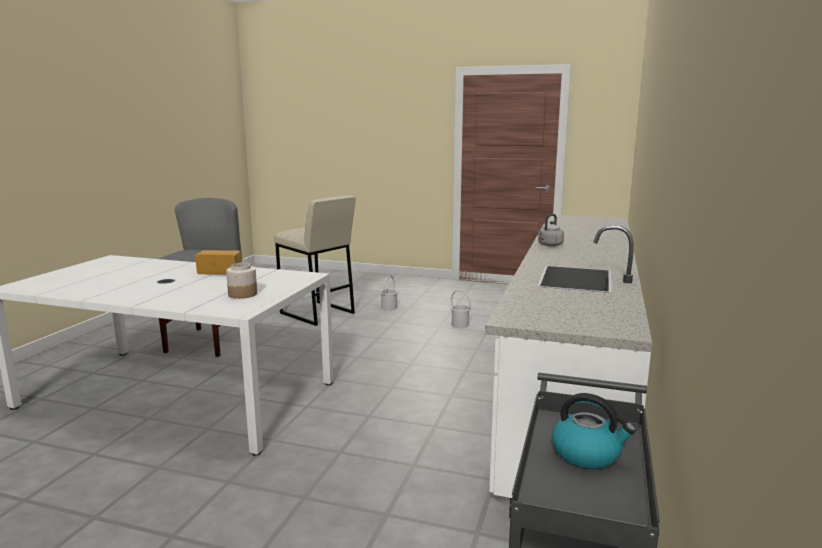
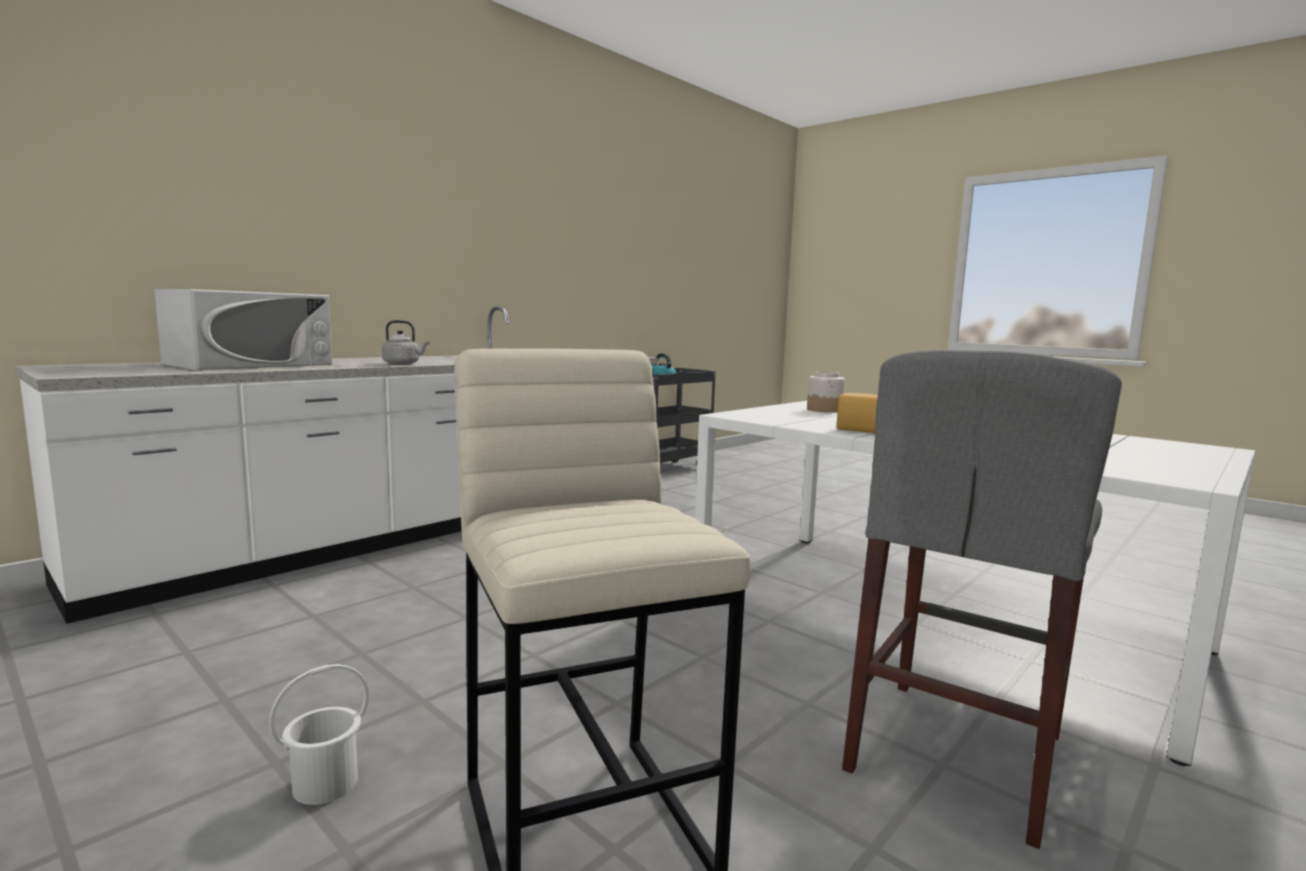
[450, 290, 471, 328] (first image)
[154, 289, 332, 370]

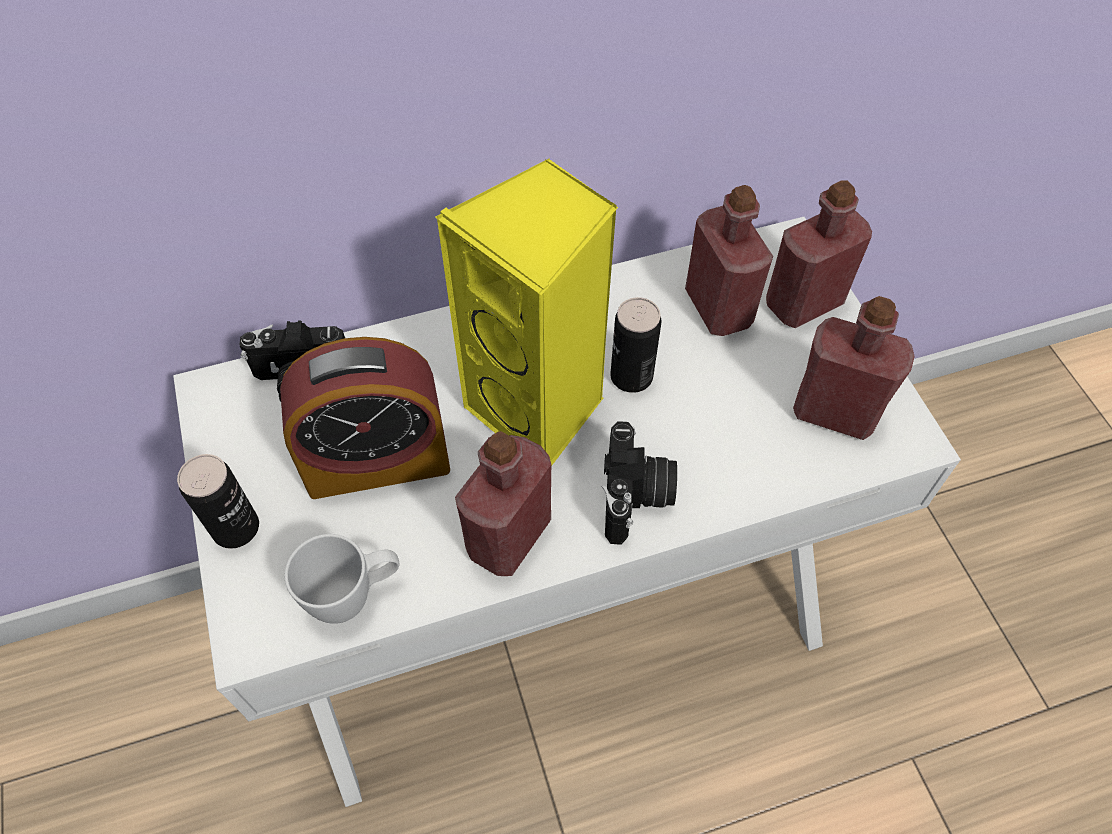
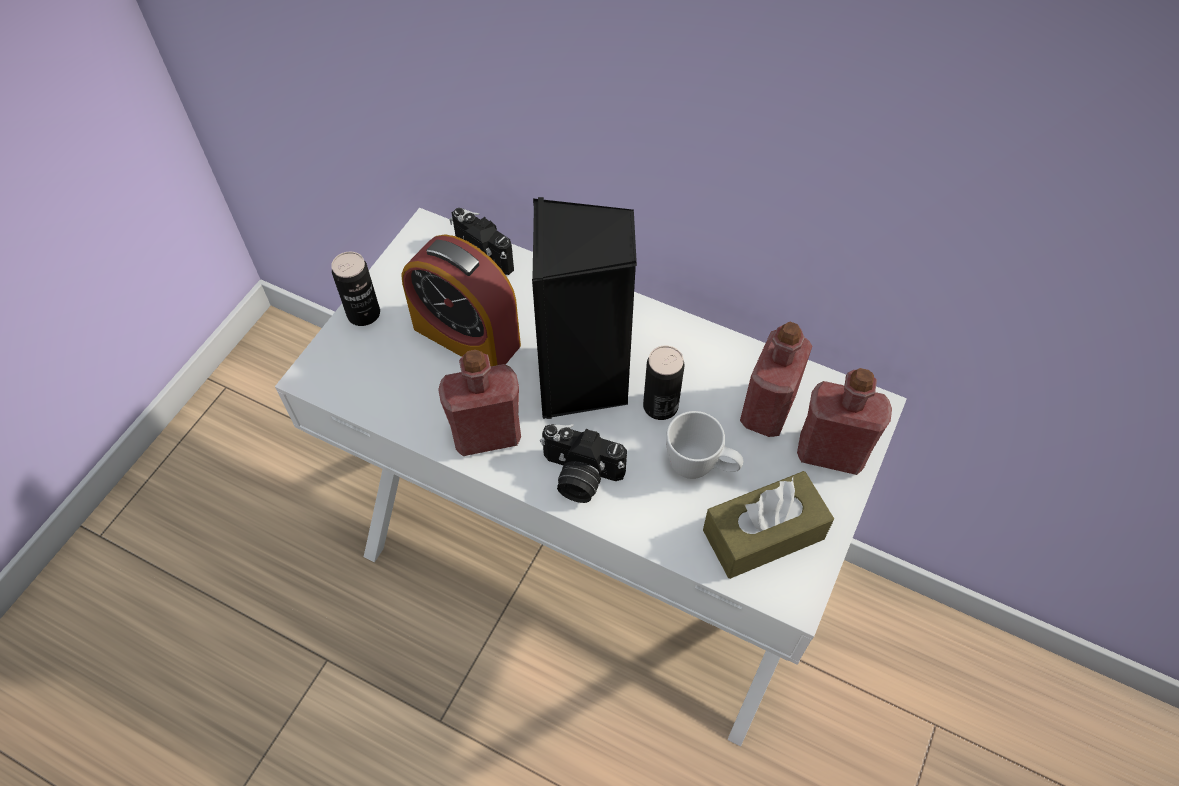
[666, 411, 743, 479]
[703, 471, 834, 579]
[532, 197, 637, 419]
[540, 424, 627, 503]

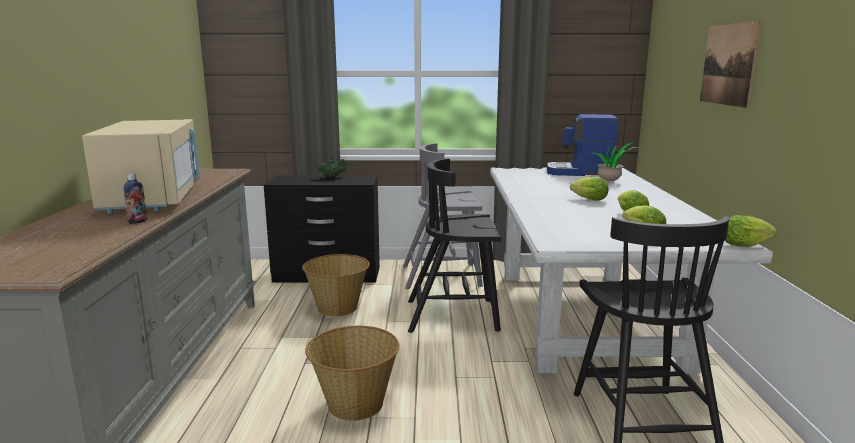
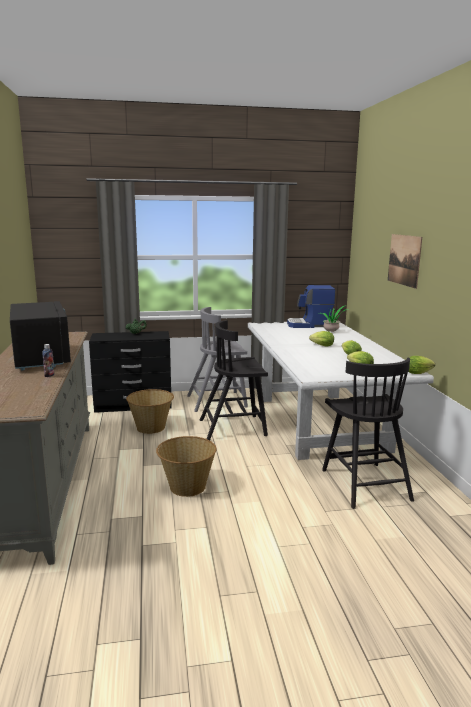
[10, 301, 71, 370]

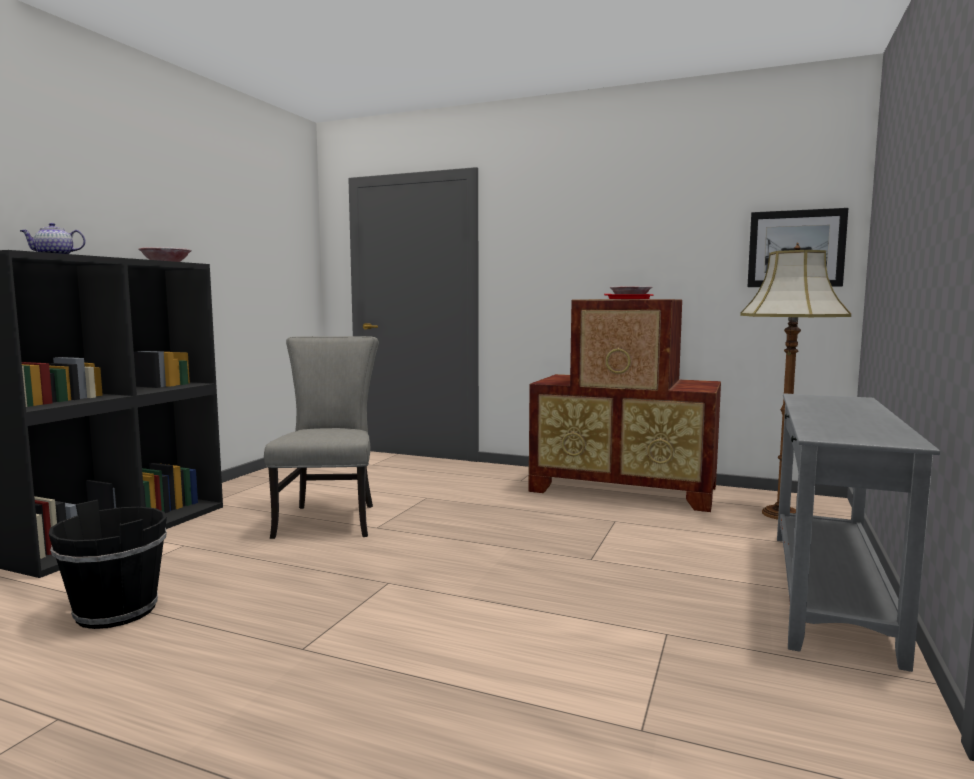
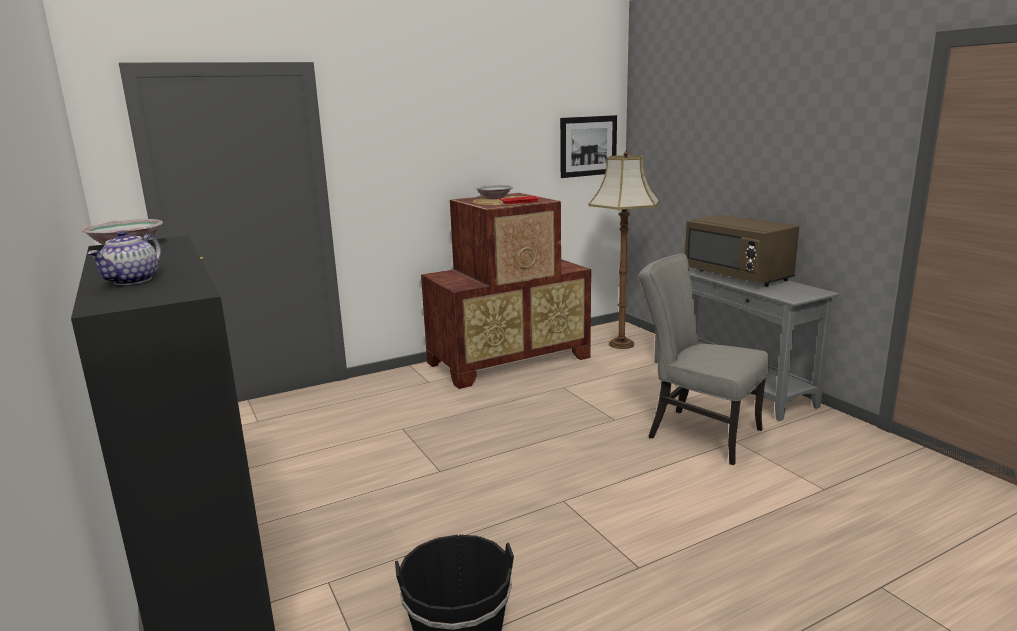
[685, 214, 799, 286]
[638, 254, 769, 465]

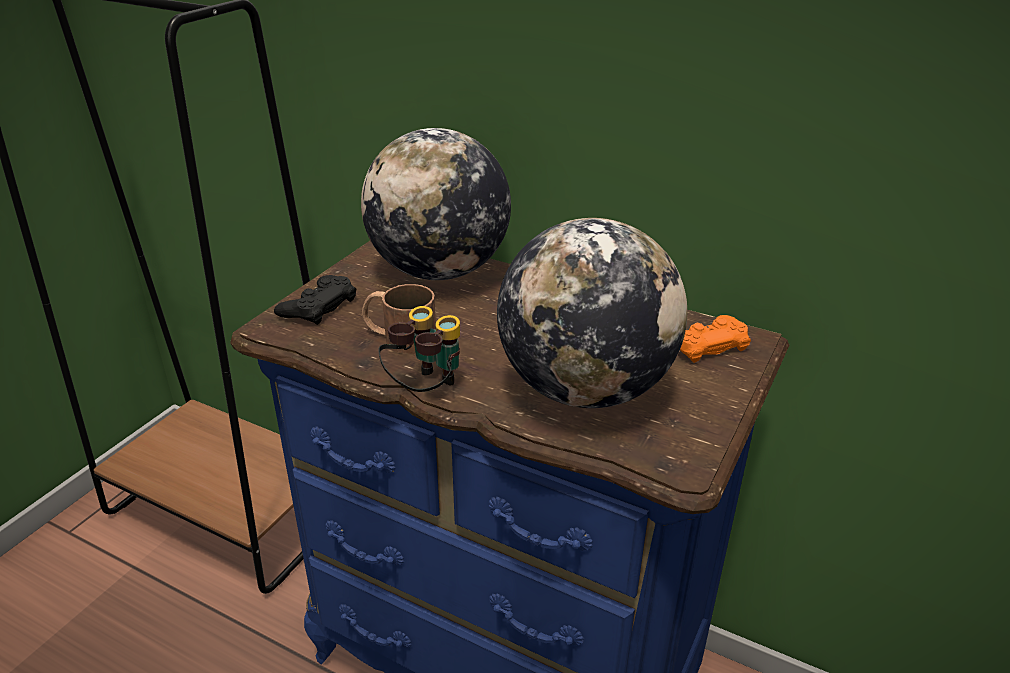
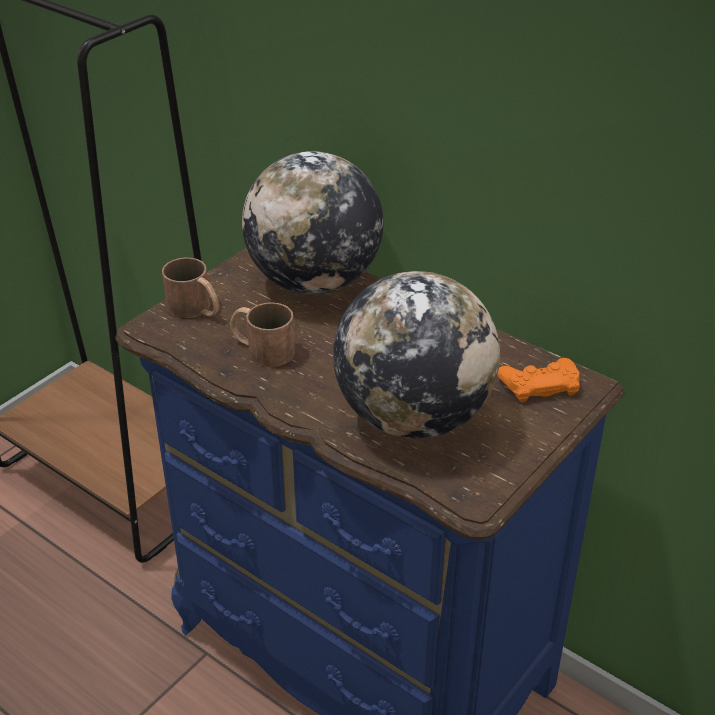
[378, 306, 460, 392] (first image)
[162, 258, 219, 318]

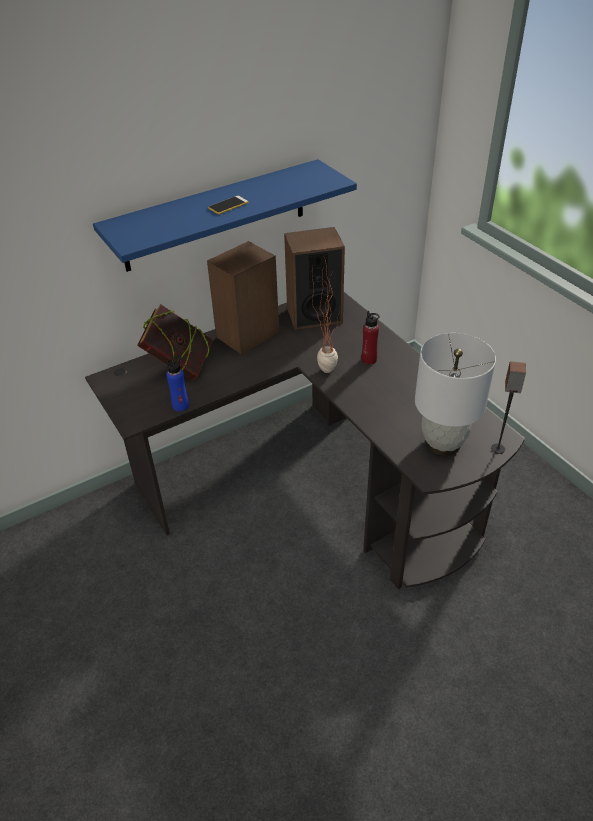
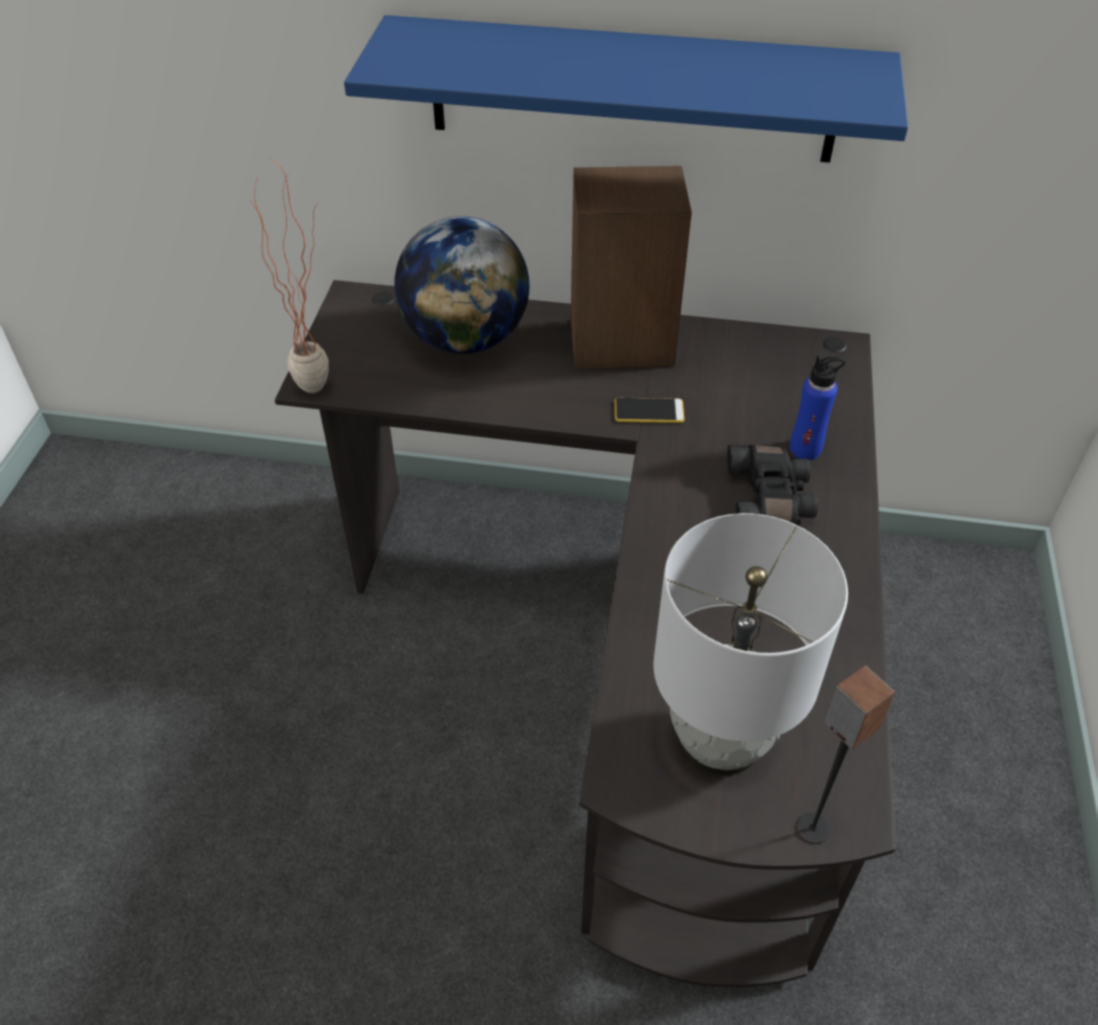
[284, 227, 345, 330] (first image)
[790, 355, 845, 460]
[615, 398, 684, 423]
[250, 157, 329, 393]
[394, 216, 529, 354]
[726, 445, 818, 524]

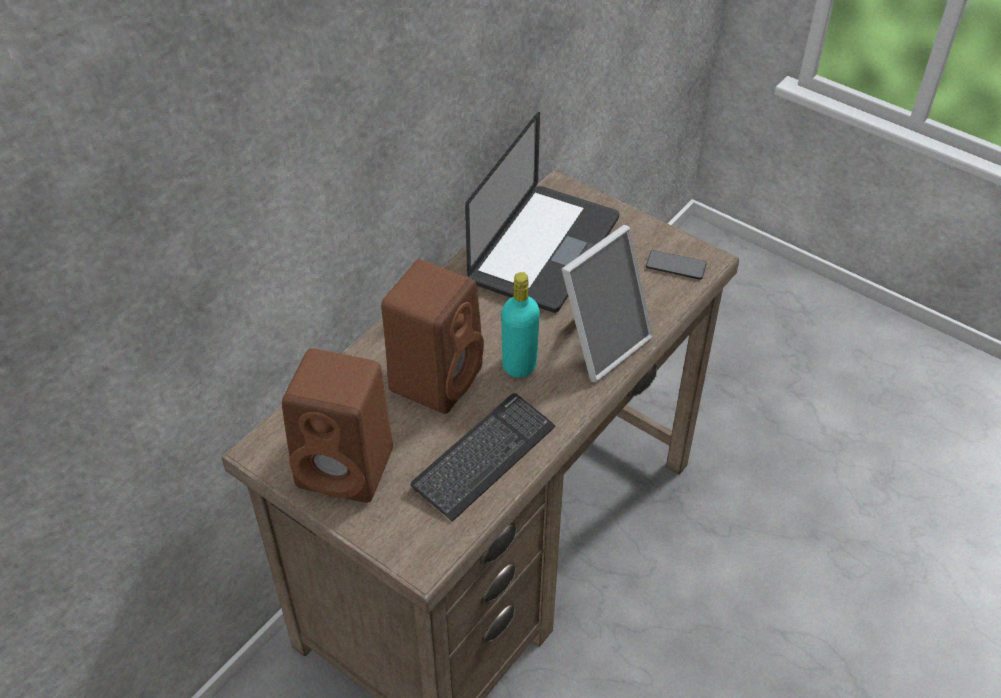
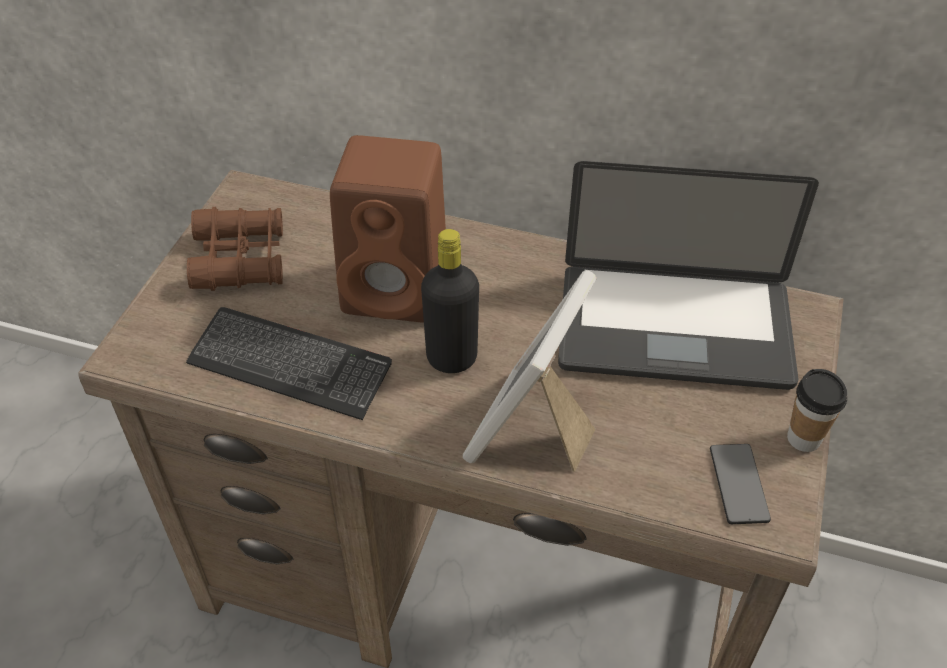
[787, 369, 847, 452]
[187, 207, 283, 291]
[421, 229, 479, 373]
[463, 270, 597, 472]

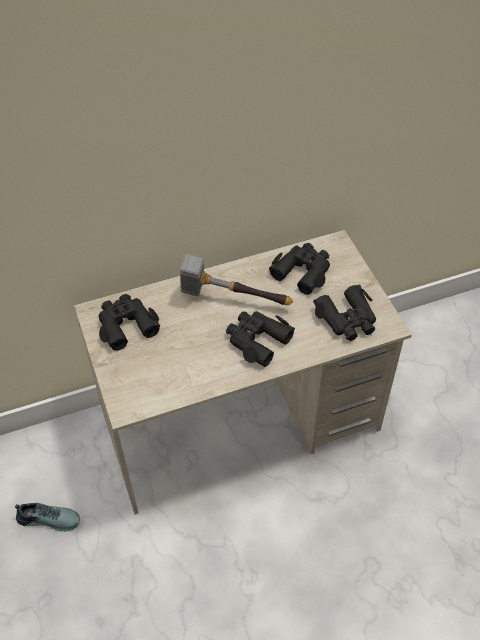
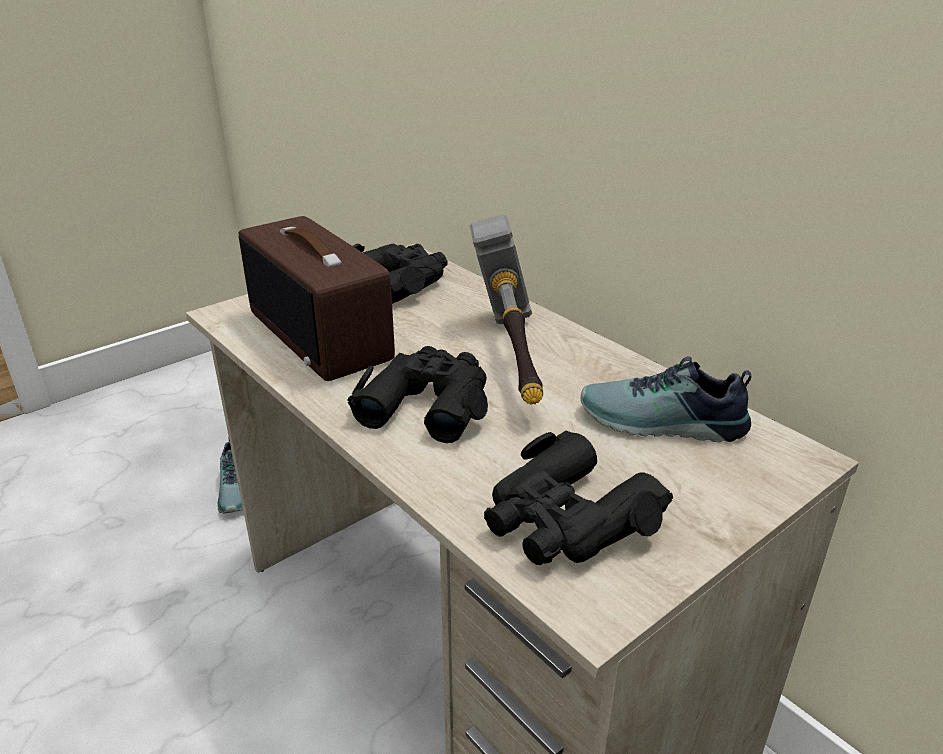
[239, 216, 395, 381]
[581, 357, 751, 442]

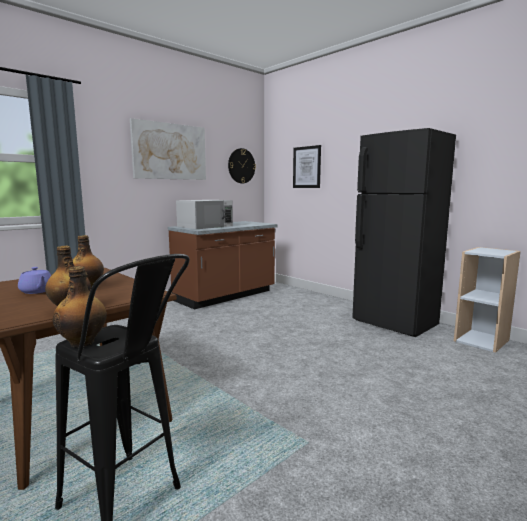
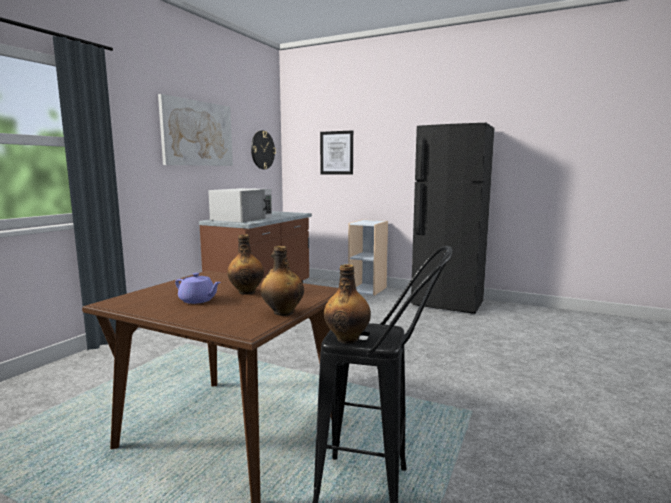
[348, 220, 388, 296]

